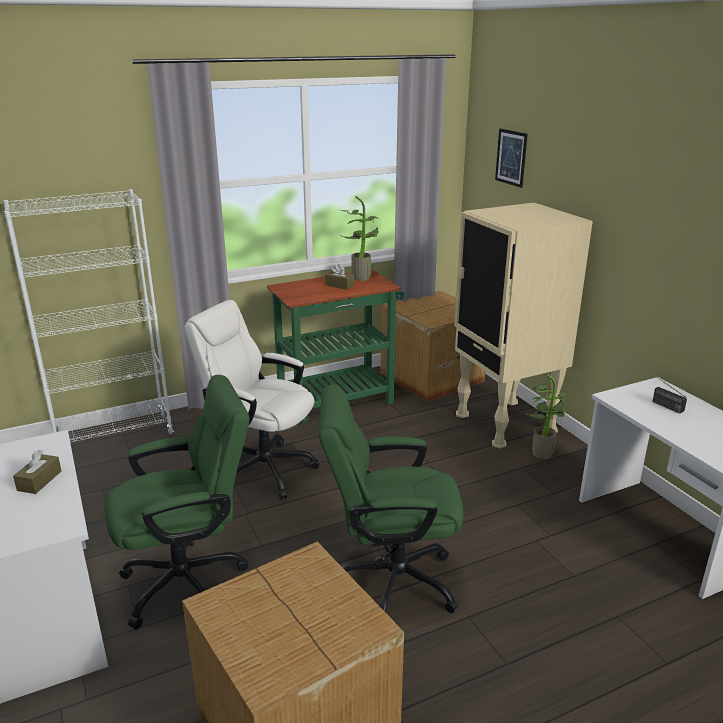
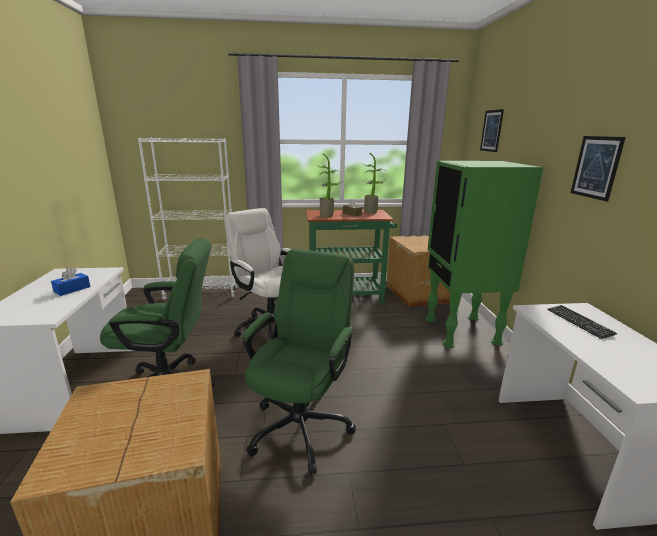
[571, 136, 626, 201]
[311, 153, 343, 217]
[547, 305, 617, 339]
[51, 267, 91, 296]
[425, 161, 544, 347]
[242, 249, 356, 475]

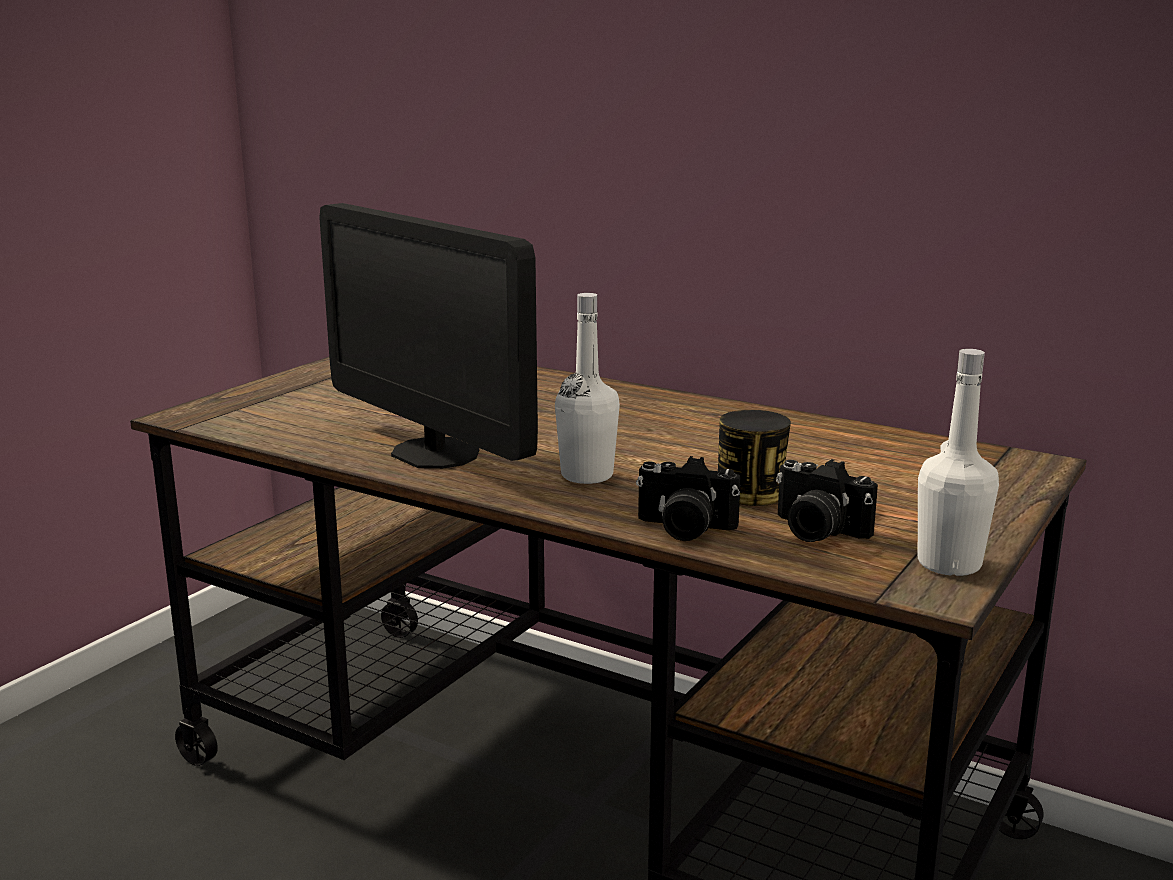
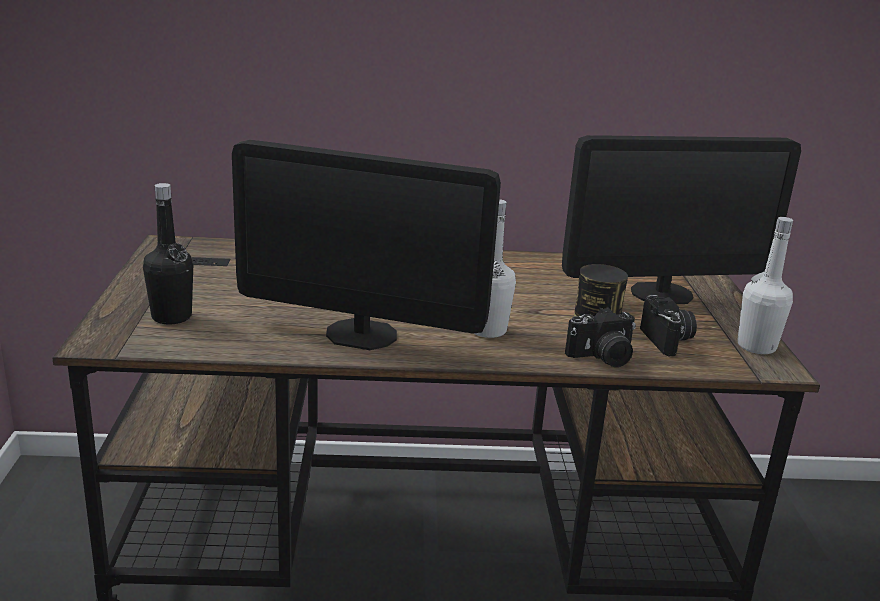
[143, 183, 193, 324]
[562, 135, 801, 304]
[640, 294, 697, 356]

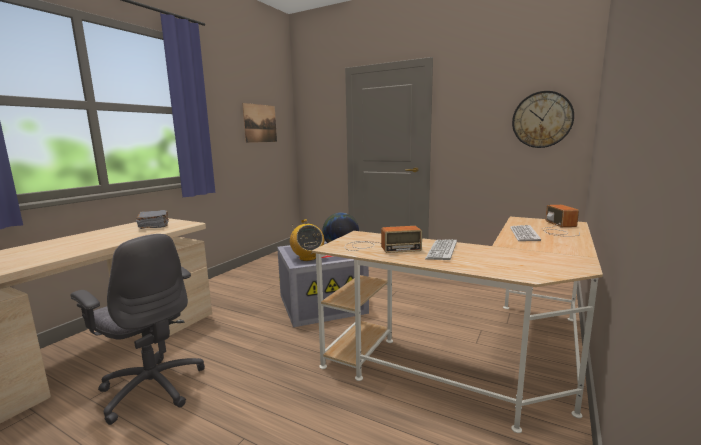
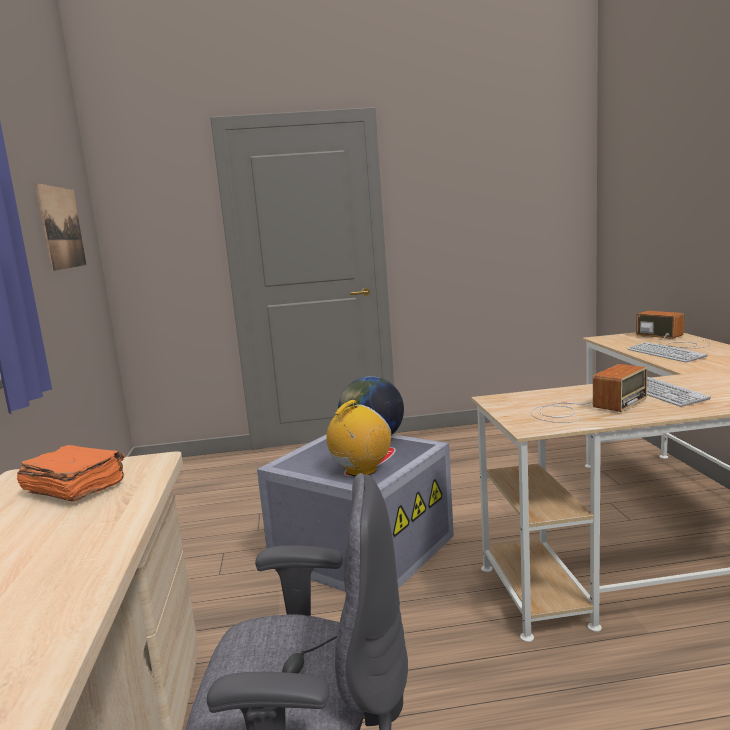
[512, 91, 574, 148] (first image)
[17, 445, 125, 502]
[326, 400, 391, 476]

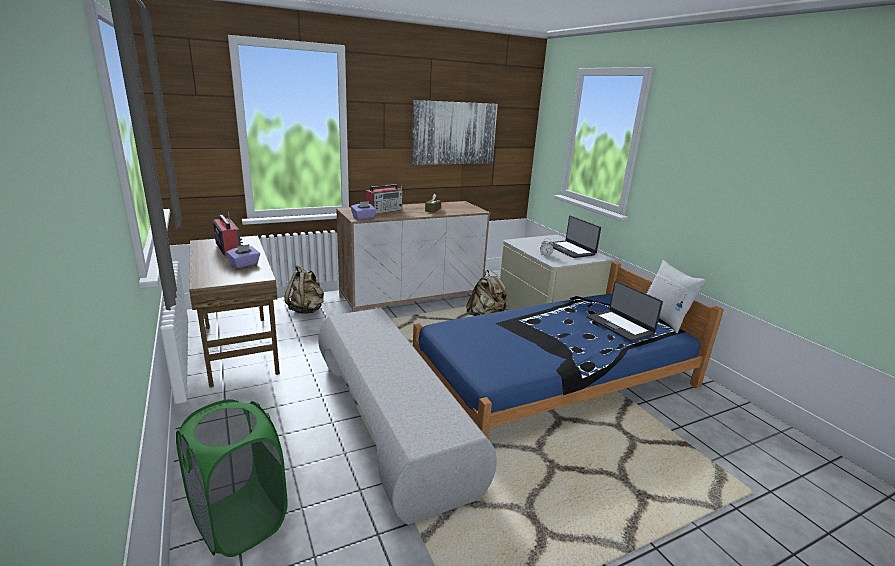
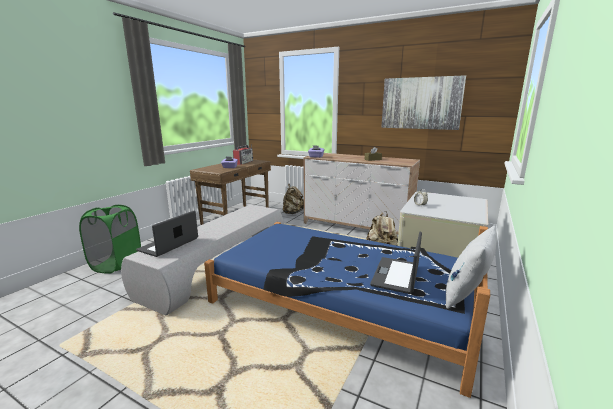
[366, 184, 403, 214] (first image)
[136, 210, 198, 257]

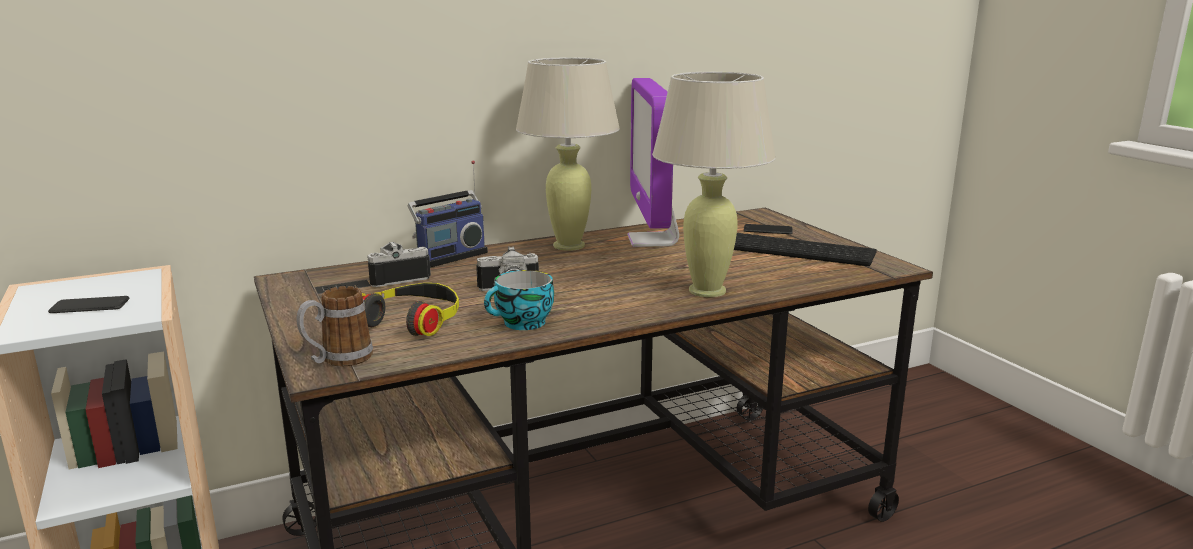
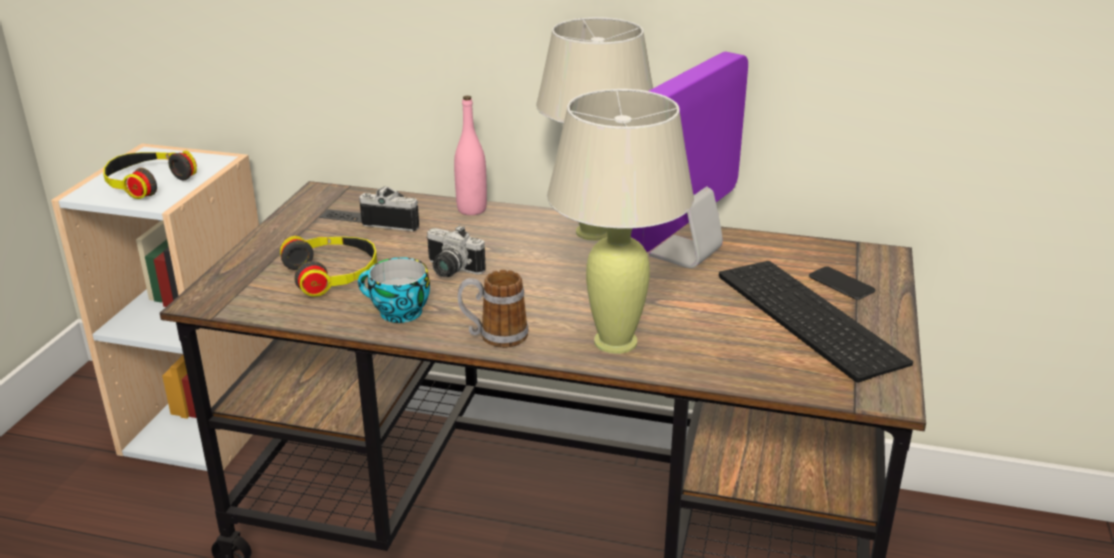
[458, 270, 528, 348]
[103, 150, 197, 199]
[454, 96, 487, 215]

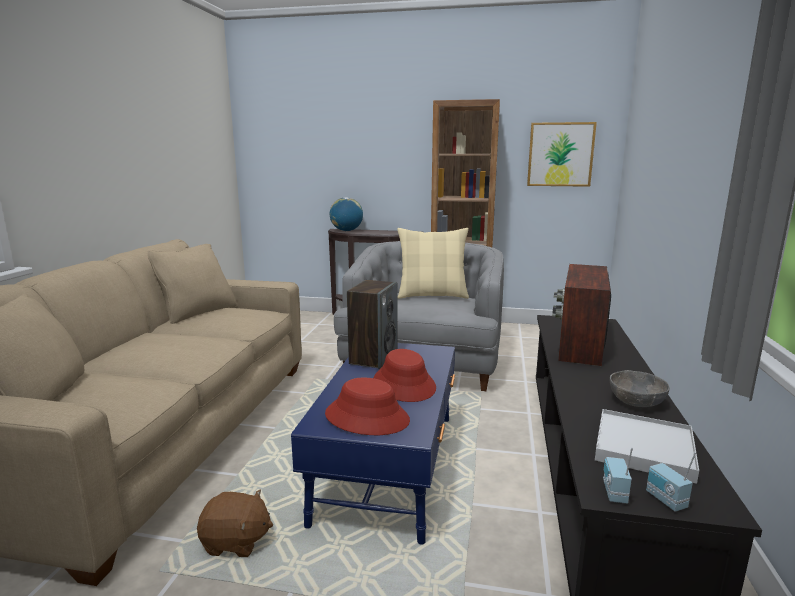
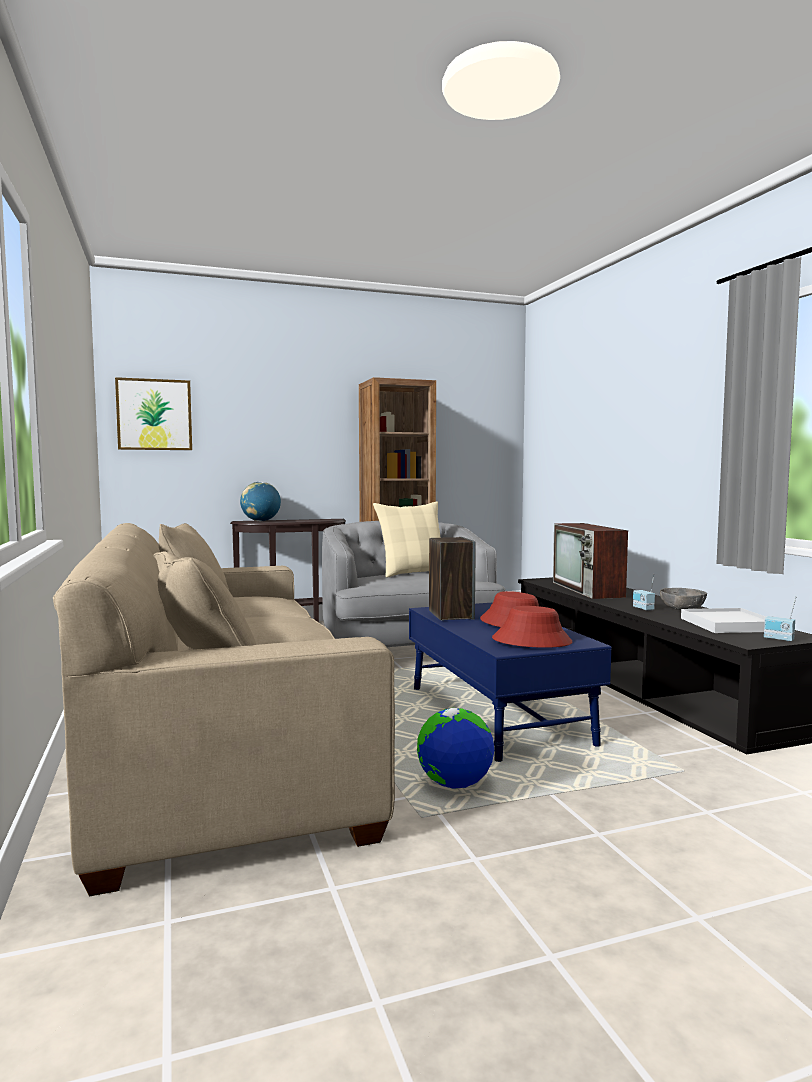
[115, 377, 192, 450]
[633, 574, 655, 611]
[417, 708, 494, 789]

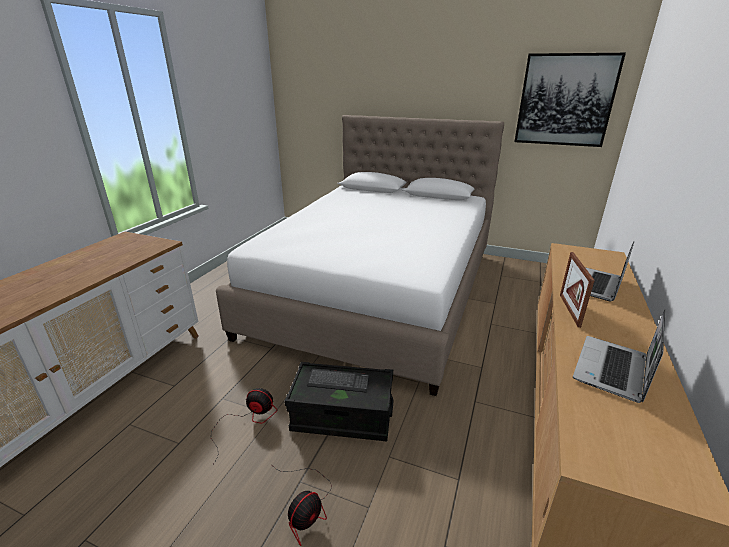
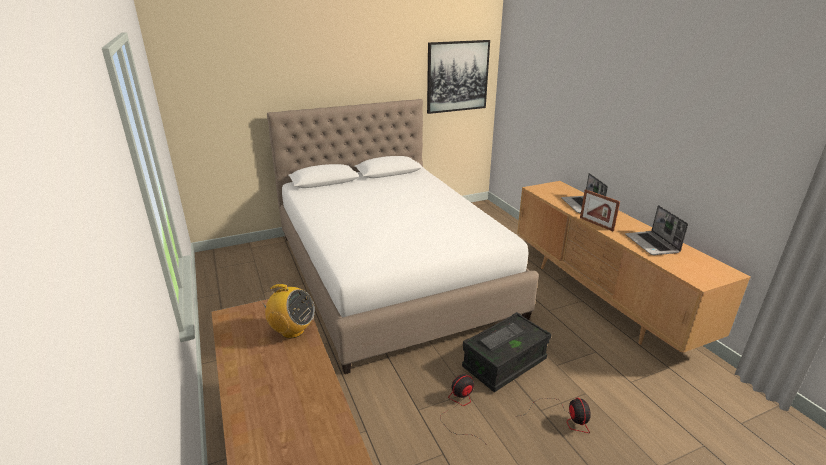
[259, 284, 315, 338]

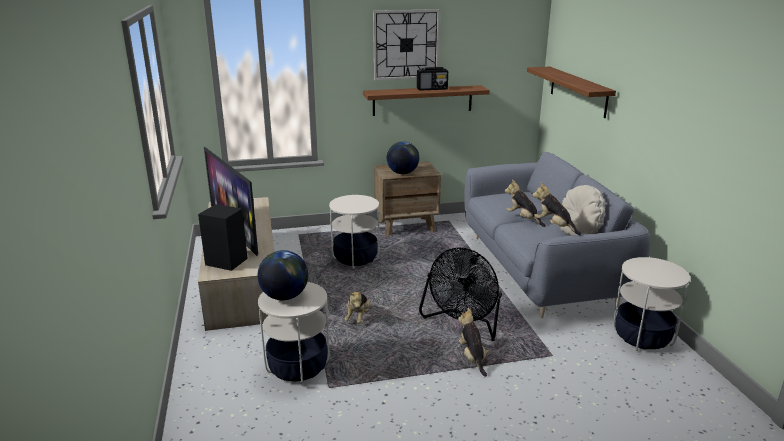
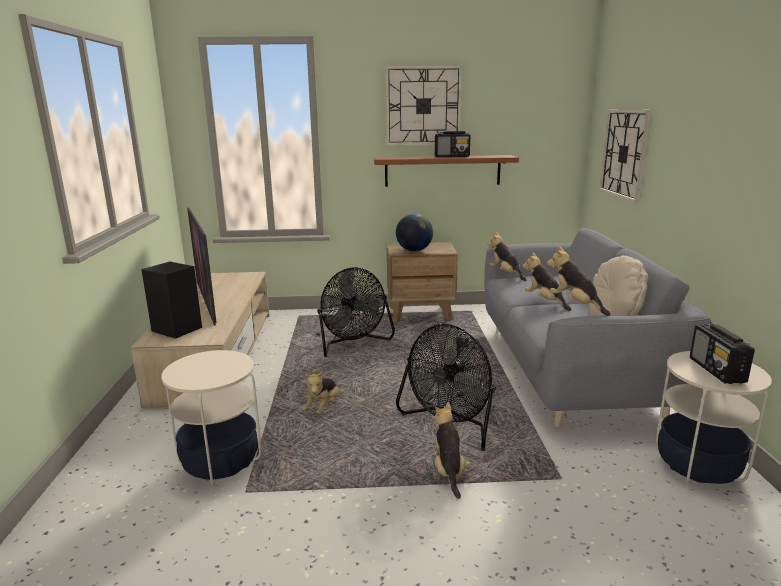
[257, 250, 308, 300] (first image)
[488, 232, 526, 281]
[690, 324, 755, 384]
[316, 267, 395, 357]
[599, 110, 652, 203]

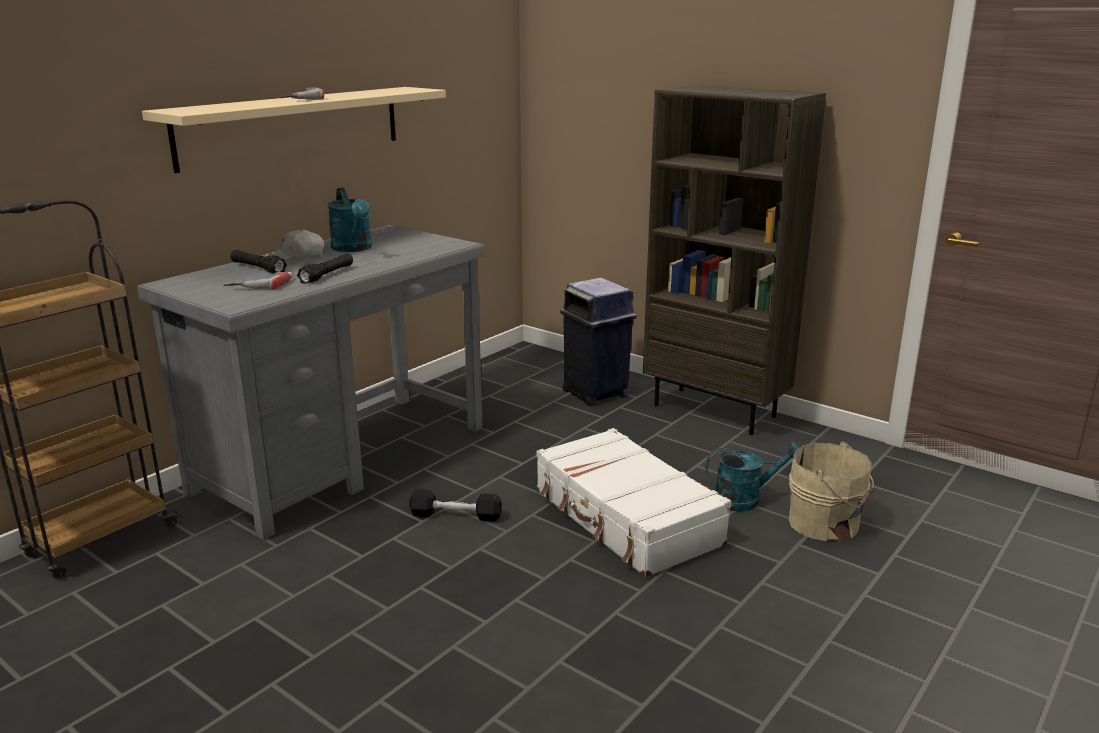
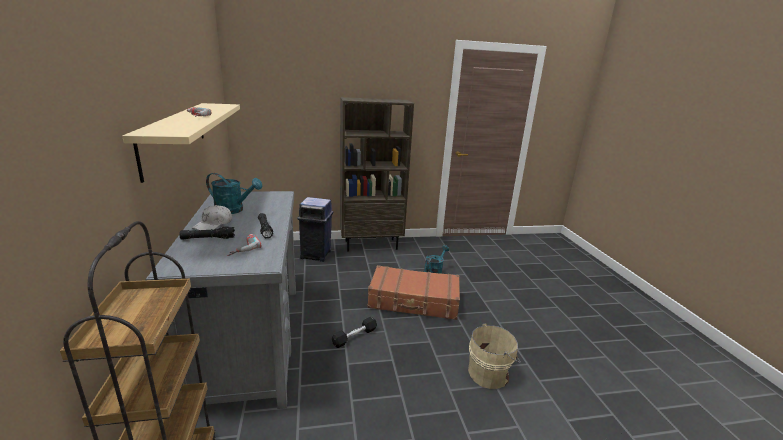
[468, 323, 521, 389]
[367, 265, 460, 320]

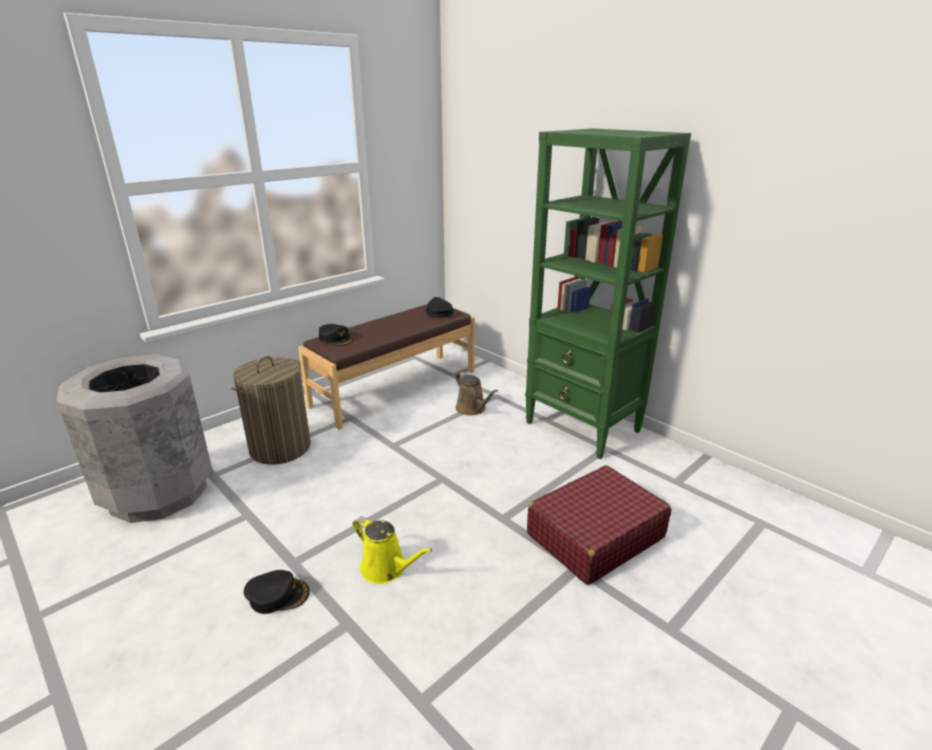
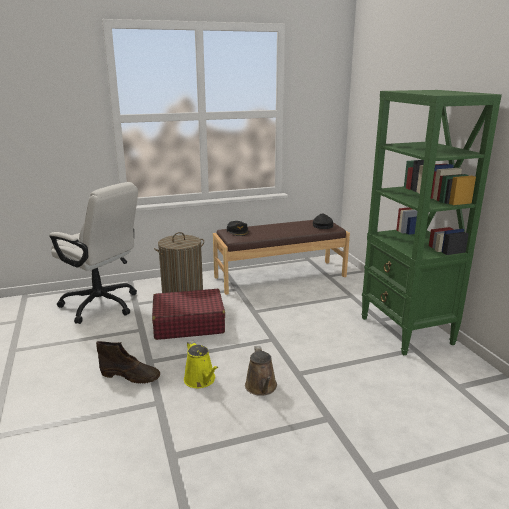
[245, 346, 277, 396]
[152, 289, 225, 340]
[49, 182, 138, 324]
[96, 341, 160, 384]

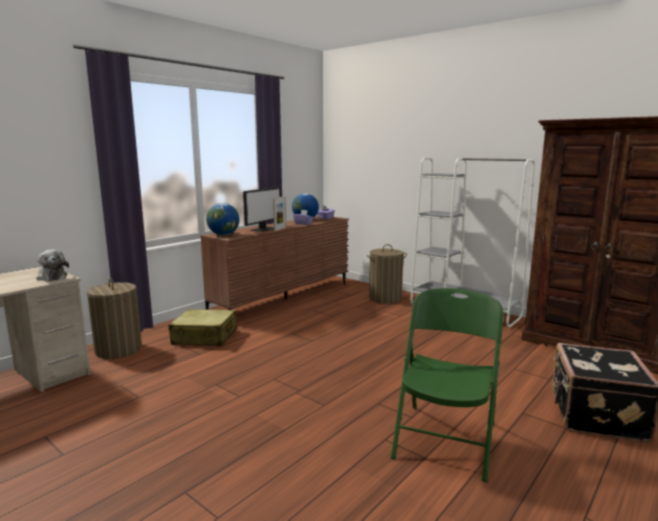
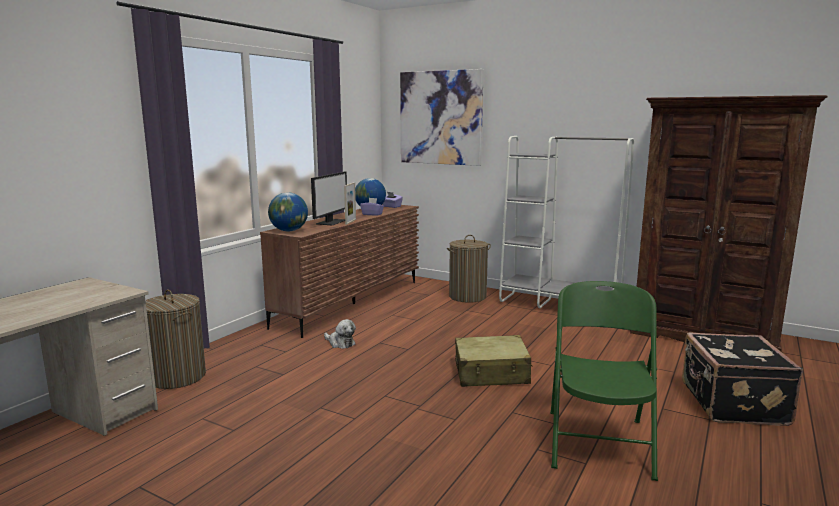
[400, 69, 484, 166]
[324, 319, 356, 349]
[455, 335, 533, 387]

